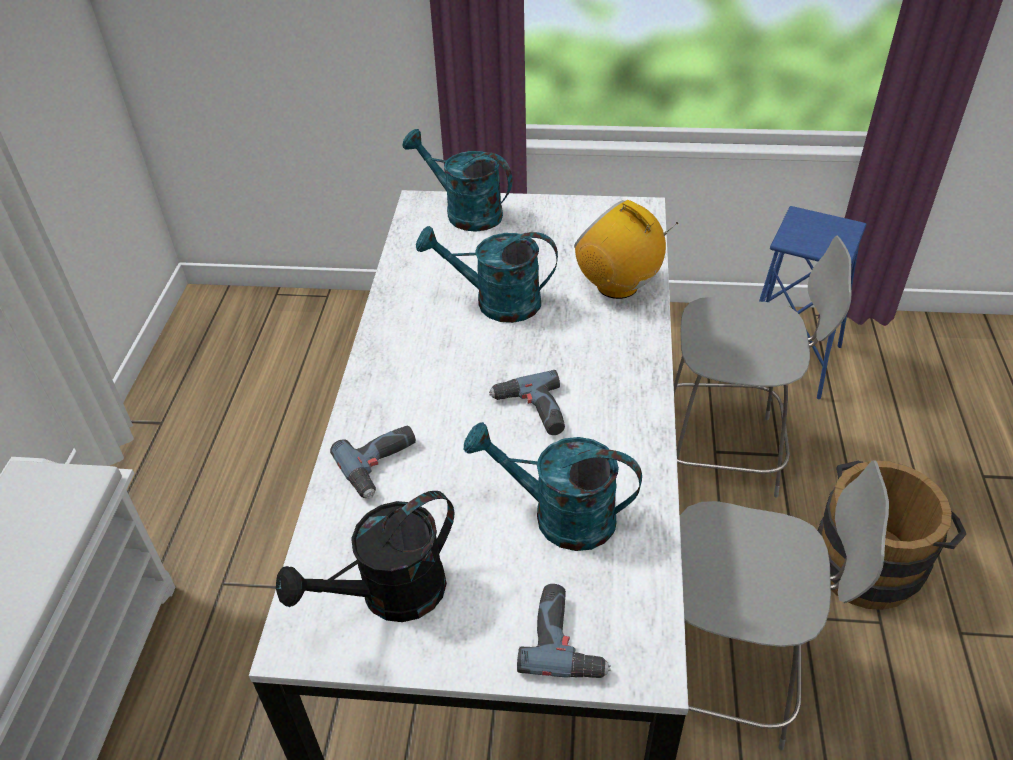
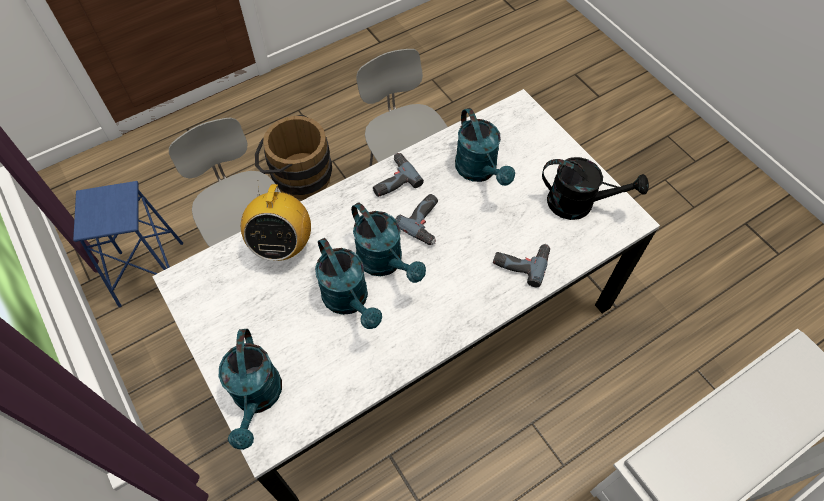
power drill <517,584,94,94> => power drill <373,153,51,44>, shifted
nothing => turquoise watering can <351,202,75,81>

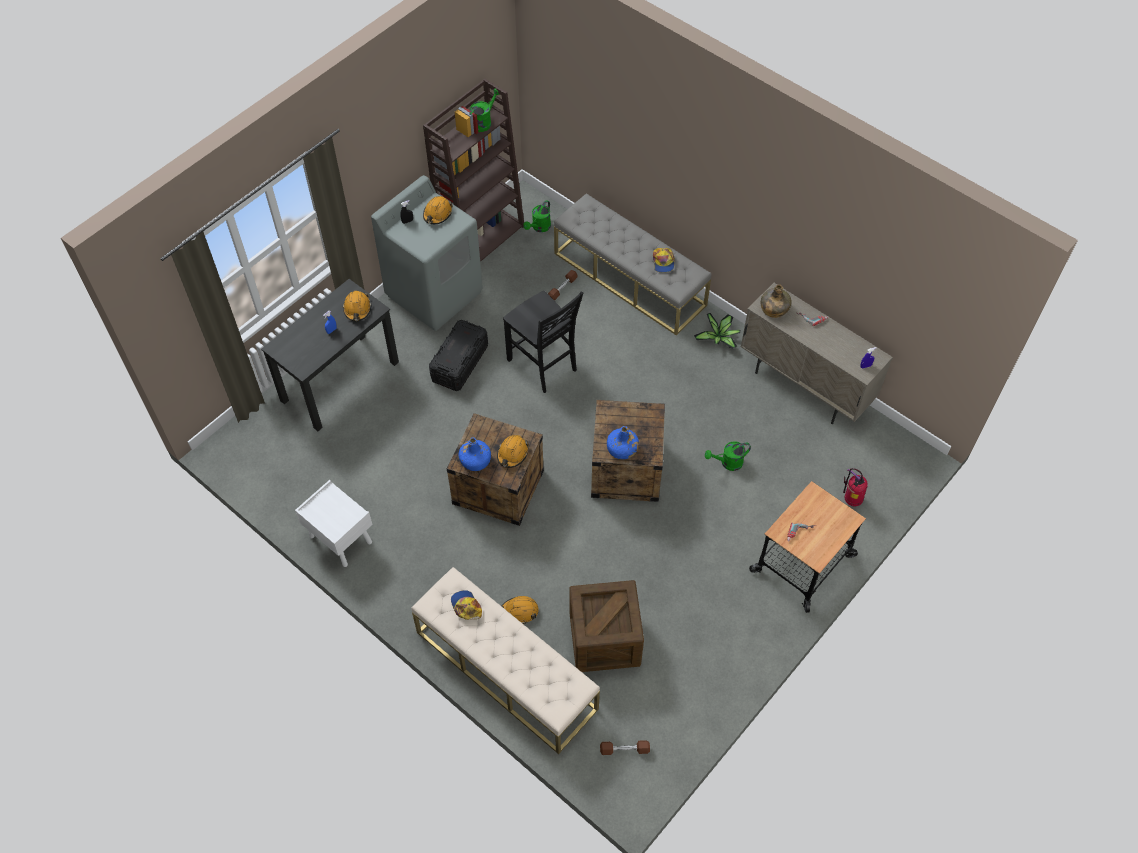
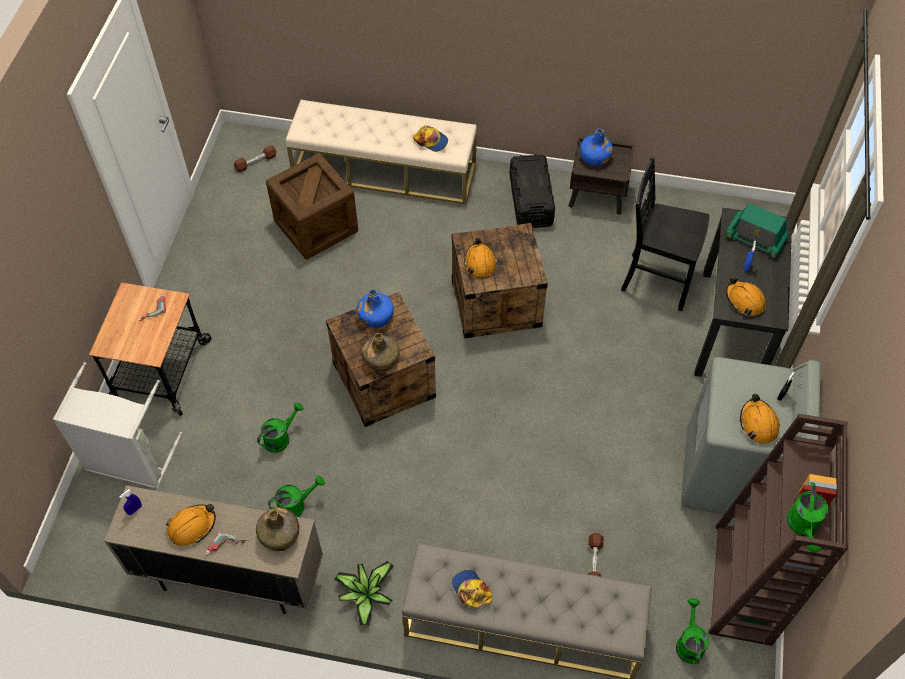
white nightstand <295,480,77,87> => brown nightstand <569,137,66,78>
black storage box <429,320,59,71> => black storage box <509,154,46,74>, shifted
blue bottle <459,438,32,33> => blue bottle <580,128,33,38>, shifted
orange hard hat <502,596,37,28> => orange hard hat <166,504,50,42>, shifted
black chair <503,291,80,102> => black chair <621,157,88,154>, shifted
fire extinguisher <843,468,25,38> => grey laundry basket <53,362,129,127>
nothing => green watering can <268,476,57,41>
nothing => green bottle <361,333,39,39>
nothing => radio <725,203,64,54>

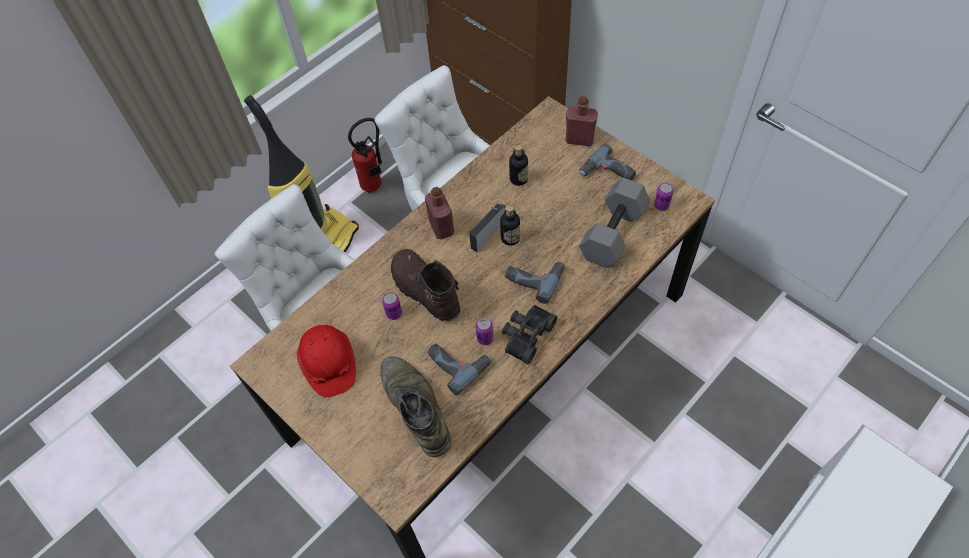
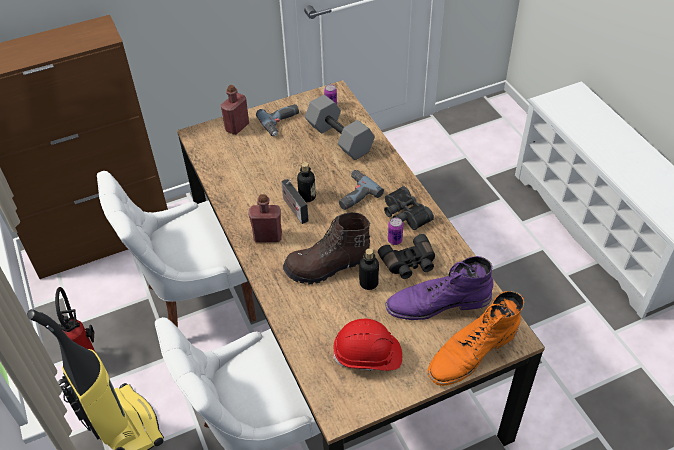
green boot <380,356,71,101> => purple boot <386,256,107,64>
can <382,292,20,28> => nothing
power drill <428,344,63,51> => black binoculars <378,234,57,45>
bottle <509,145,19,41> => bottle <359,248,20,42>, shifted
nothing => orange boot <427,291,97,95>

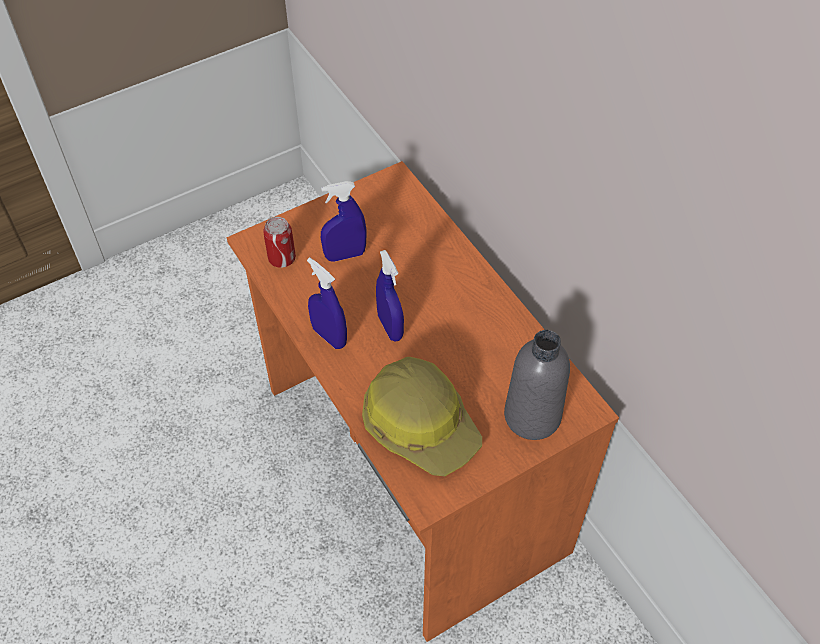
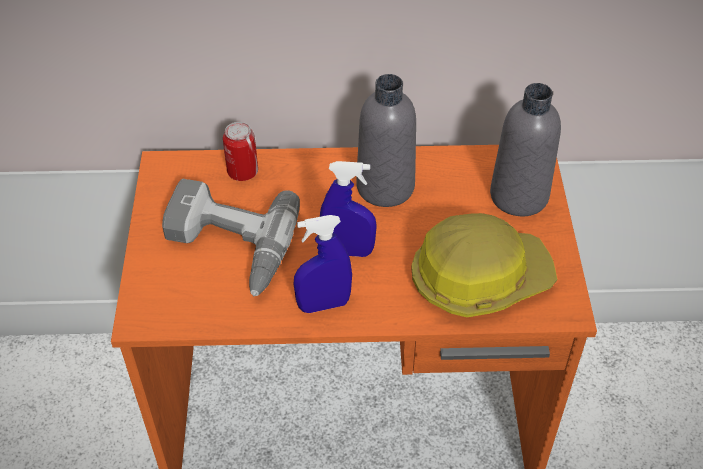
can <263,217,33,51> => can <223,122,35,59>, shifted
blue spray bottle <321,181,46,81> => power drill <162,179,138,117>
nothing => grey bottle <356,74,60,133>

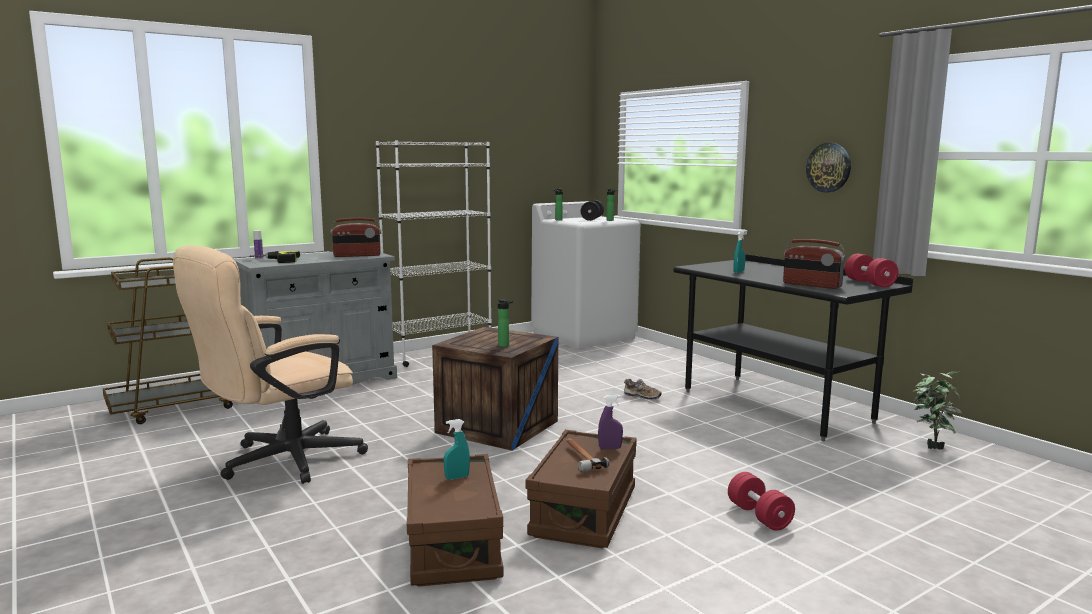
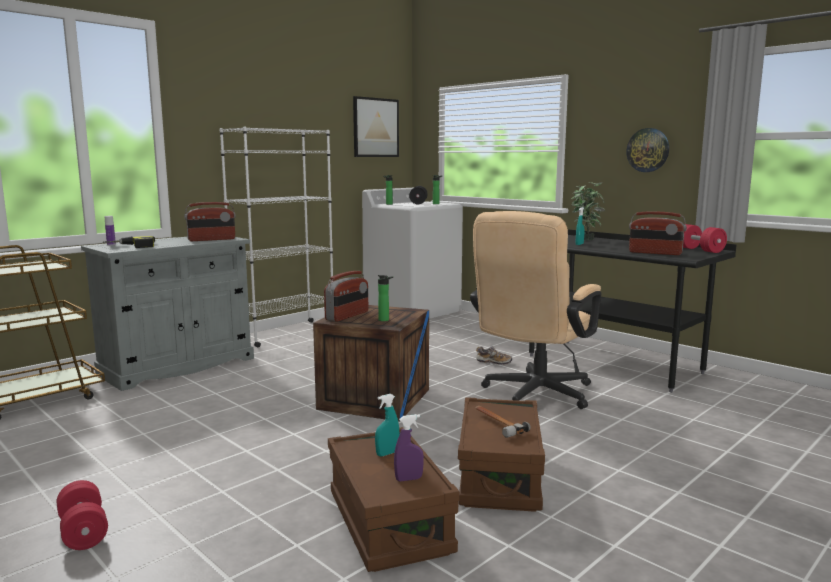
beige office chair <173,245,195,239> => beige office chair <470,211,131,198>, shifted
purple spray bottle <598,395,25,54> => purple spray bottle <394,414,30,67>, shifted
red dumbbell <728,472,67,59> => red dumbbell <57,480,51,70>, shifted
potted plant <913,372,49,77> => potted plant <571,182,34,59>, shifted
nothing => radio <324,271,44,51>
nothing => picture <353,96,46,61>

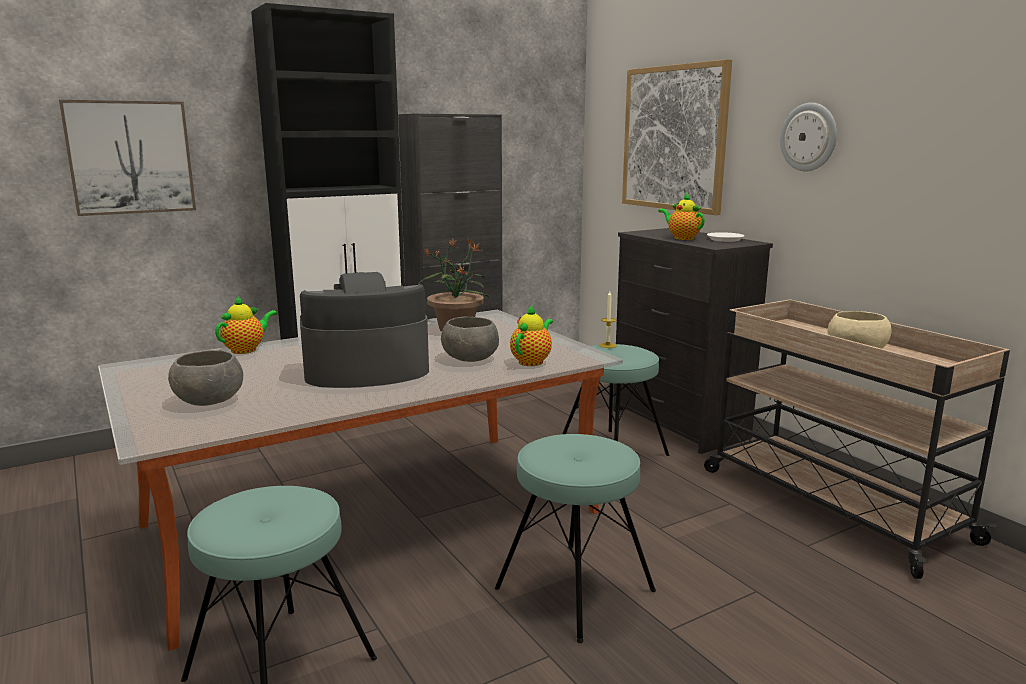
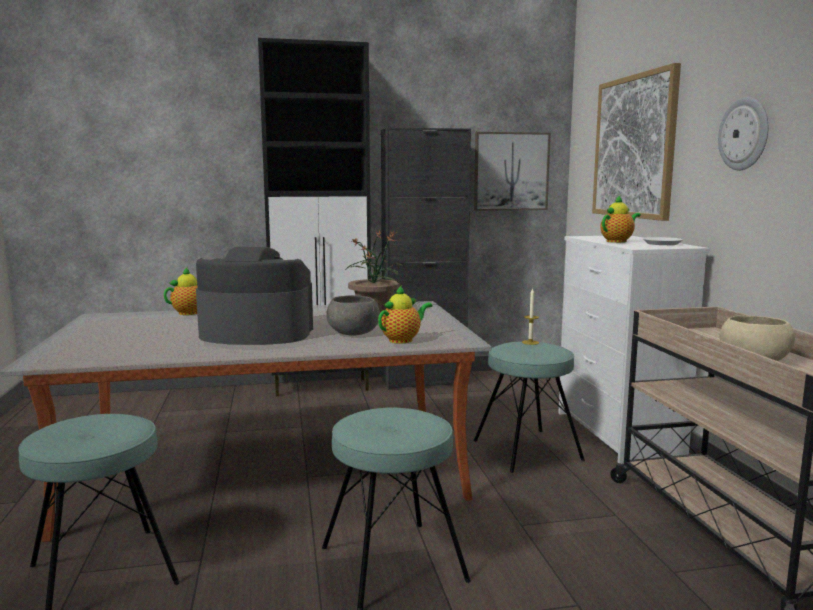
picture <59,100,137,116> => picture <474,132,77,79>, shifted
grey bowl <168,350,75,56> => nothing
black dresser <613,228,160,226> => white dresser <558,236,152,228>
teapot <658,192,47,48> => teapot <600,196,41,47>, 75 degrees clockwise

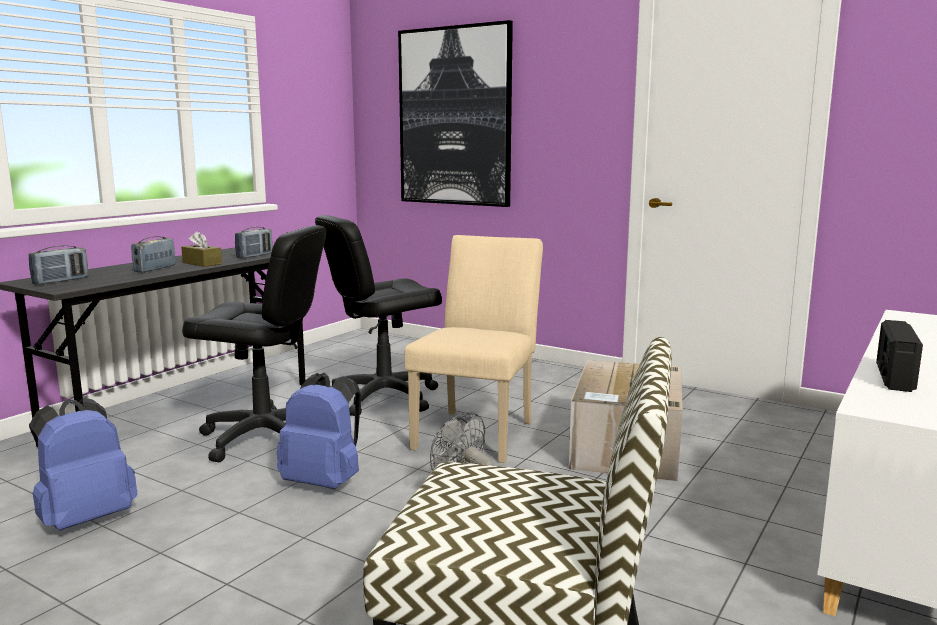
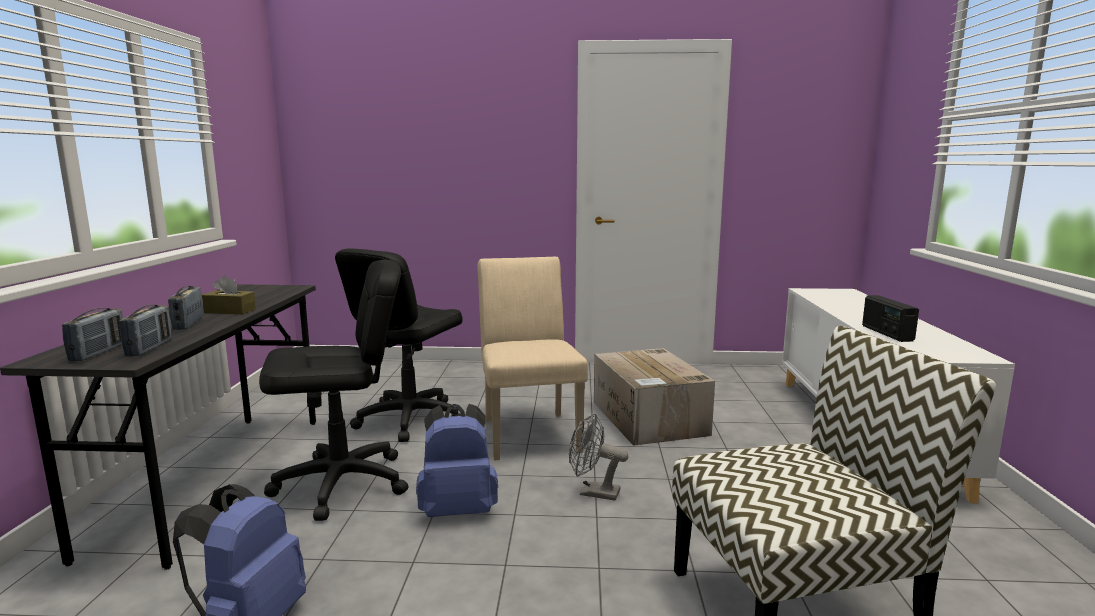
radio <235,227,38,32> => radio <119,305,53,51>, shifted
picture <398,20,115,187> => nothing

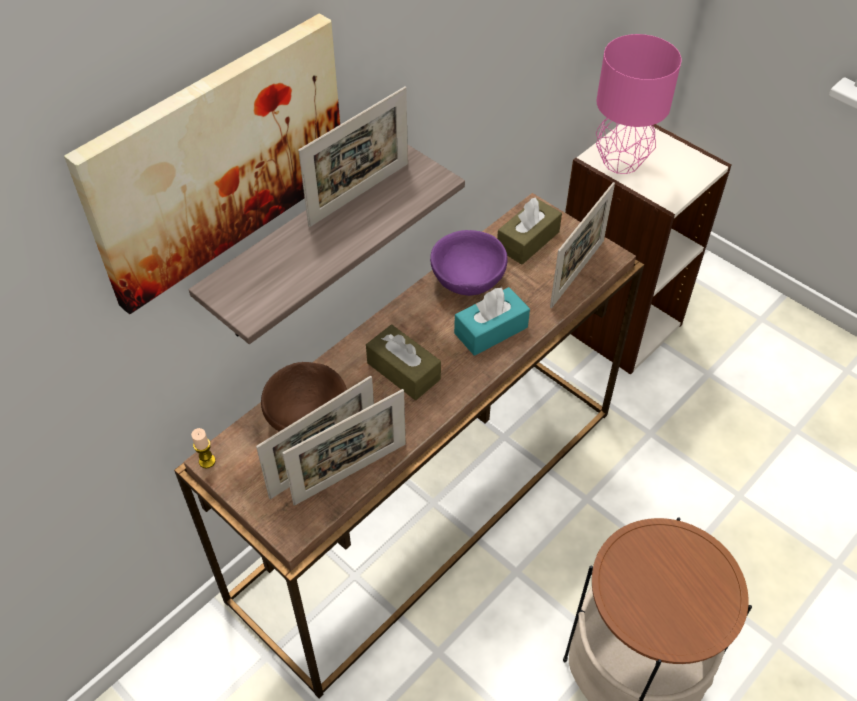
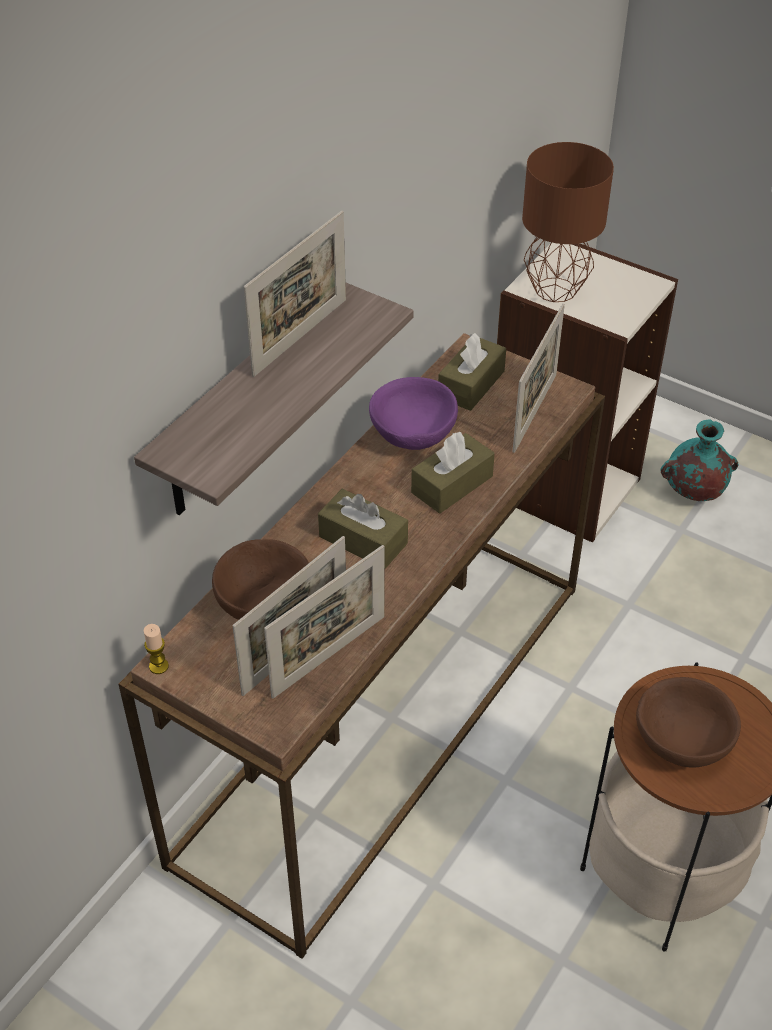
picture <64,13,276,301> => nothing
turquoise tissue box <454,287,76,69> => brown tissue box <411,432,84,82>
pink table lamp <596,34,85,140> => brown table lamp <522,142,92,160>
nothing => brown bowl <636,677,105,90>
nothing => turquoise vase <660,419,78,82>

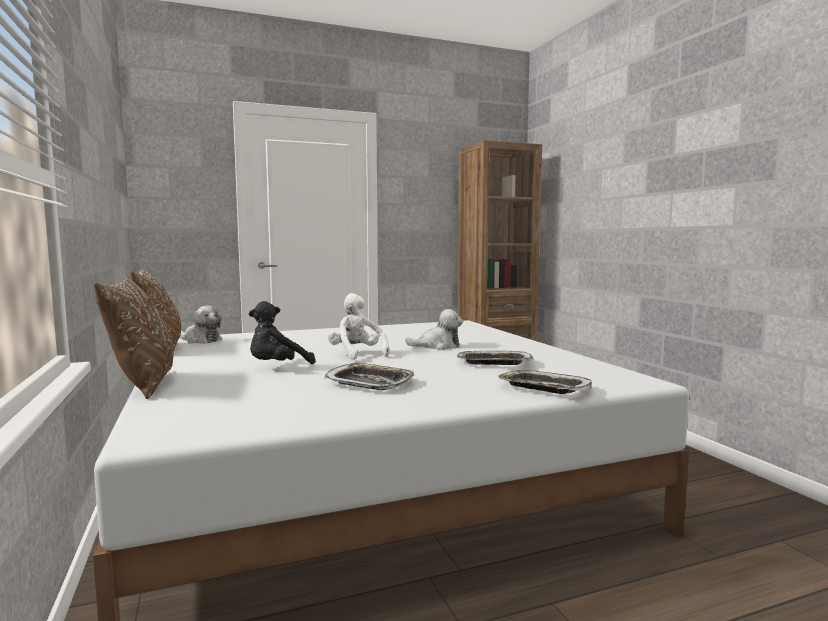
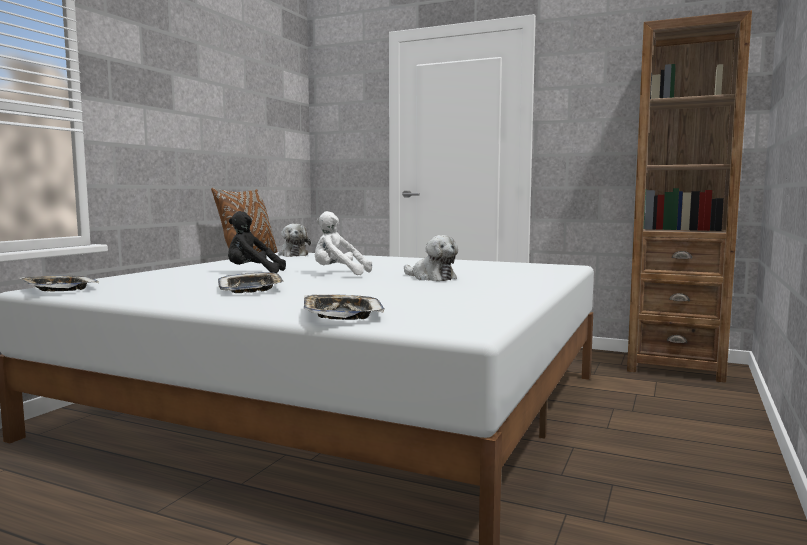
brown pillow <94,276,79,123> => nothing
white plush toy <328,293,62,67> => white plush toy <315,211,57,64>, 90 degrees counterclockwise
tray <456,351,79,14> => tray <19,276,80,16>, shifted

